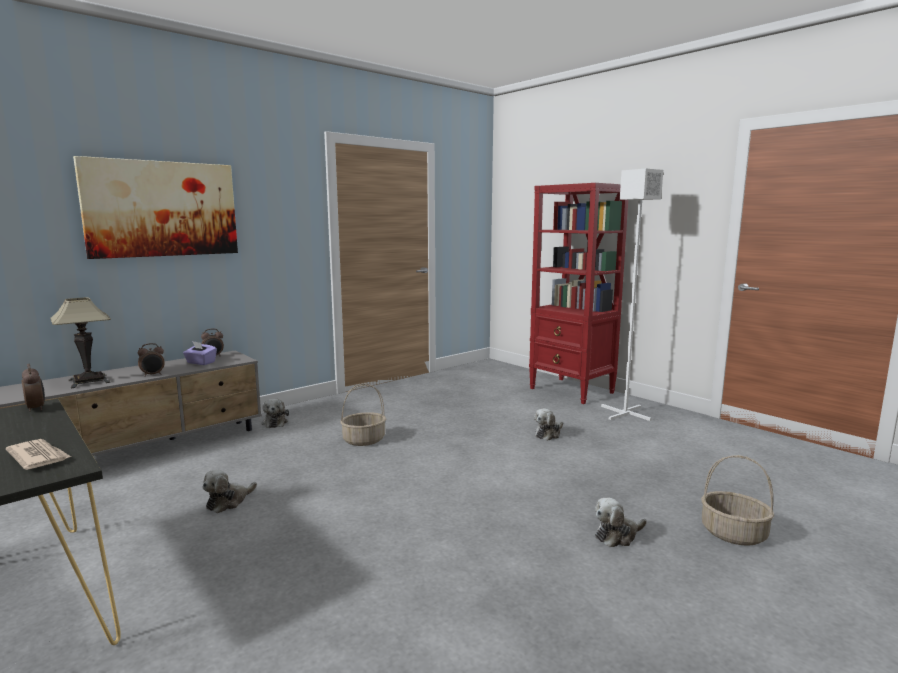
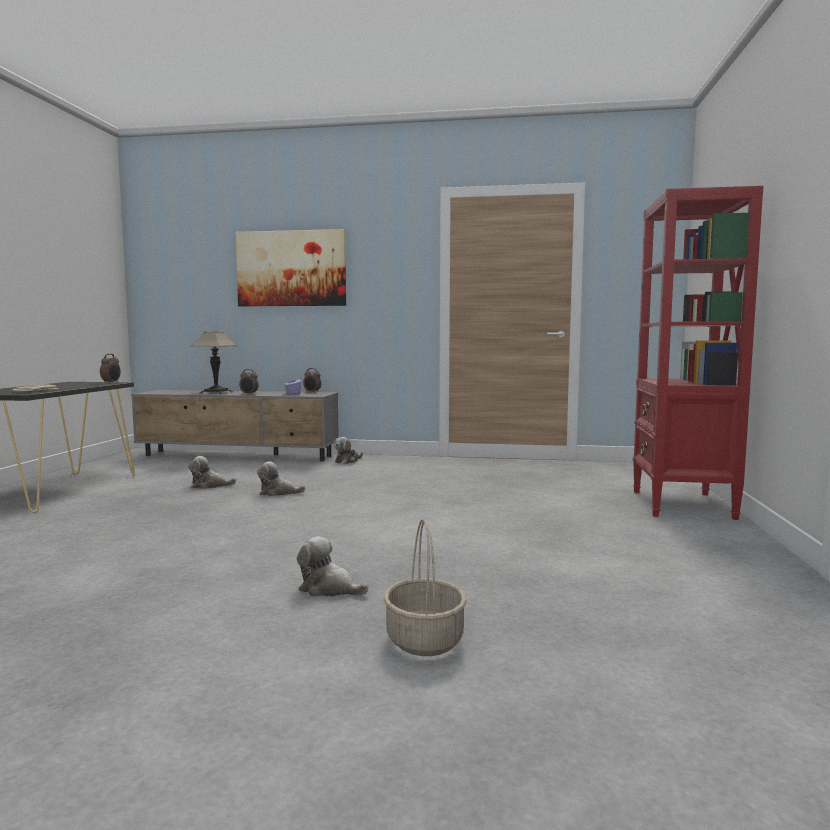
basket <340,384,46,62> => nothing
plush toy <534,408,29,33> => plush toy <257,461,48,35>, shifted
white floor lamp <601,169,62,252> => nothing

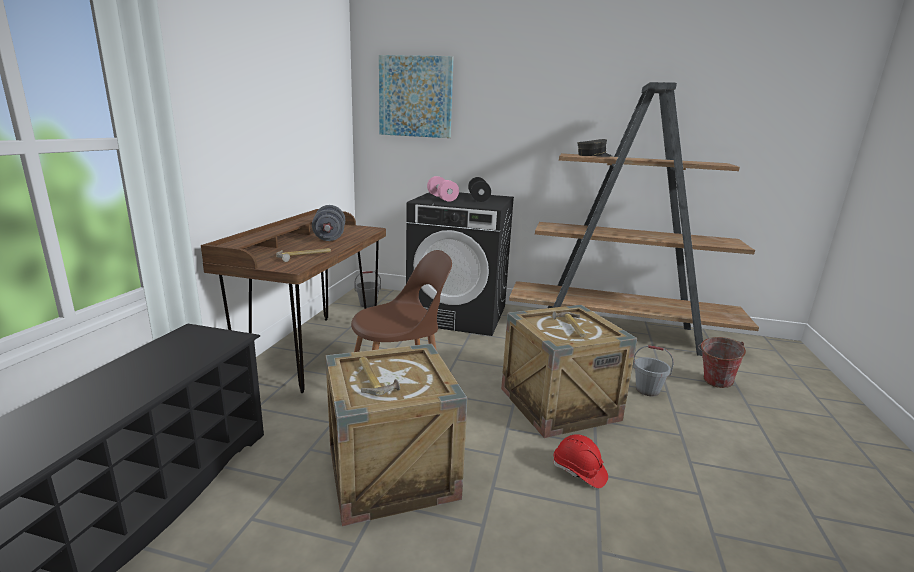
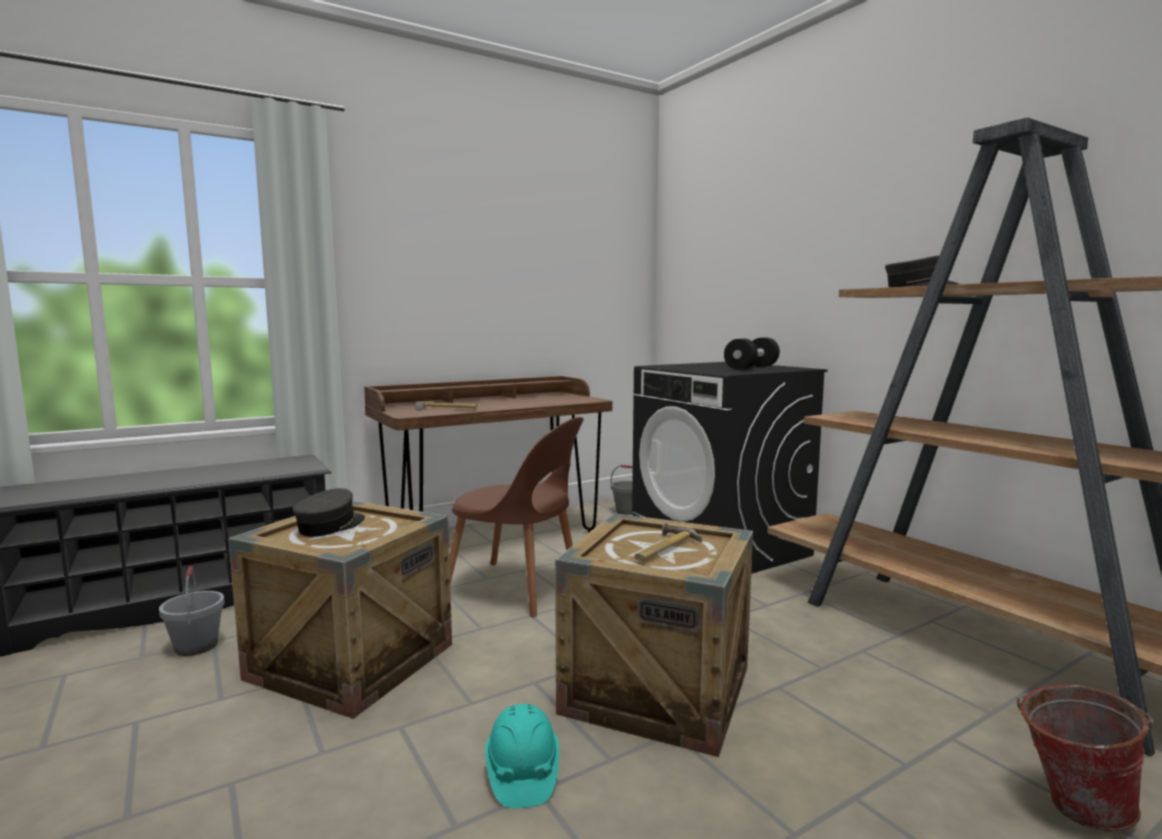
grey dumbbell <312,205,33,36> => nothing
hammer <359,357,41,39> => grey cap <292,488,73,49>
picture <379,55,74,83> => nothing
pink dumbbell <427,176,32,26> => nothing
red hard hat <553,434,55,54> => turquoise hard hat <485,704,74,104>
grey bucket <633,345,41,51> => grey bucket <159,566,66,90>, shifted

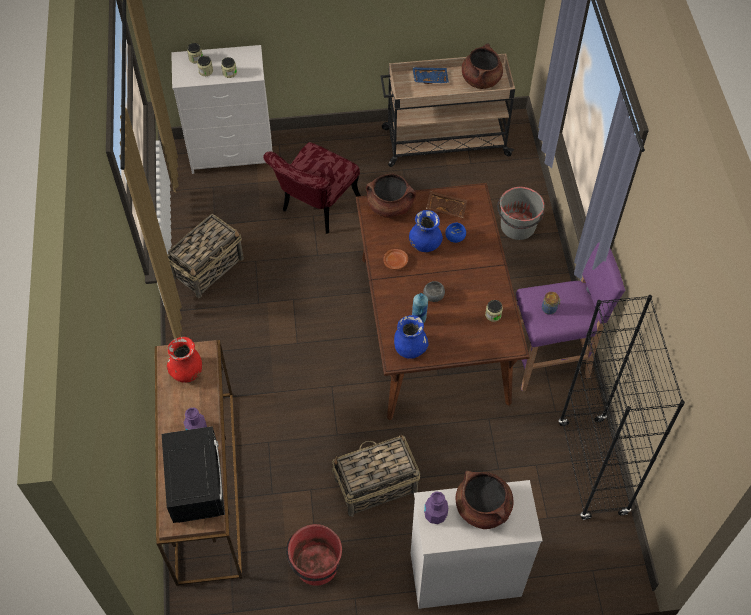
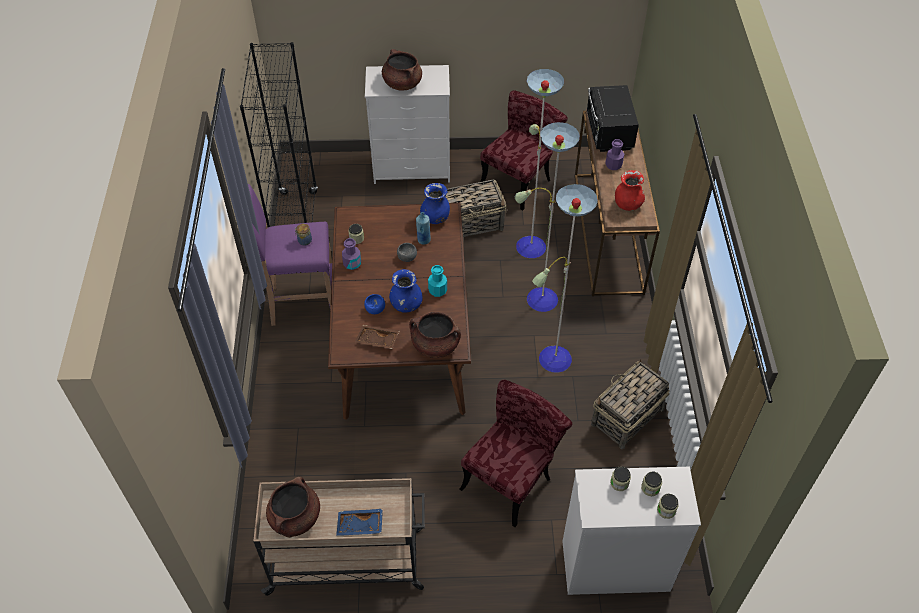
red bucket <286,524,56,62> => red chair <480,90,88,121>
brown plate <383,249,25,20> => turquoise bottle <428,265,19,32>
purple bottle <424,491,24,33> => purple bottle <342,238,19,32>, shifted
grey bucket <497,187,48,53> => nothing
nothing => floor lamp <515,69,83,304>

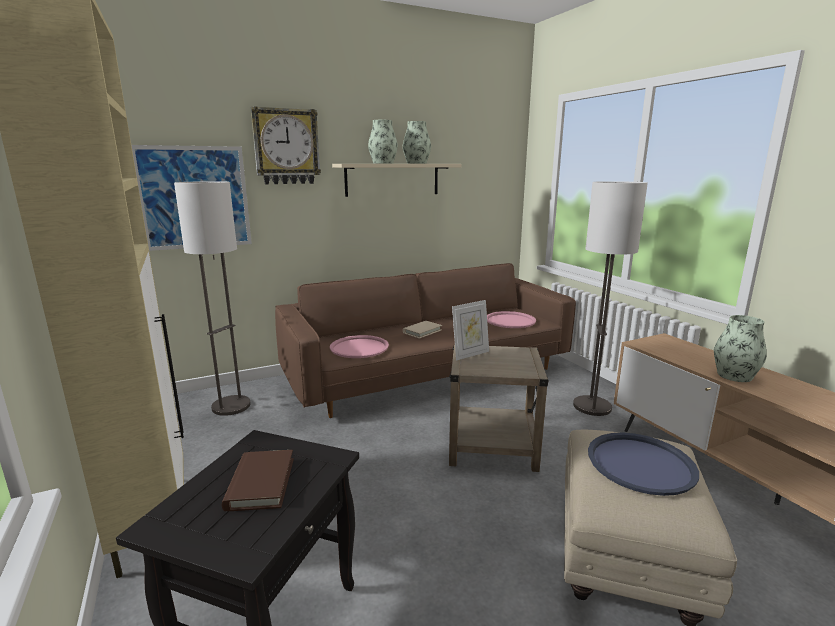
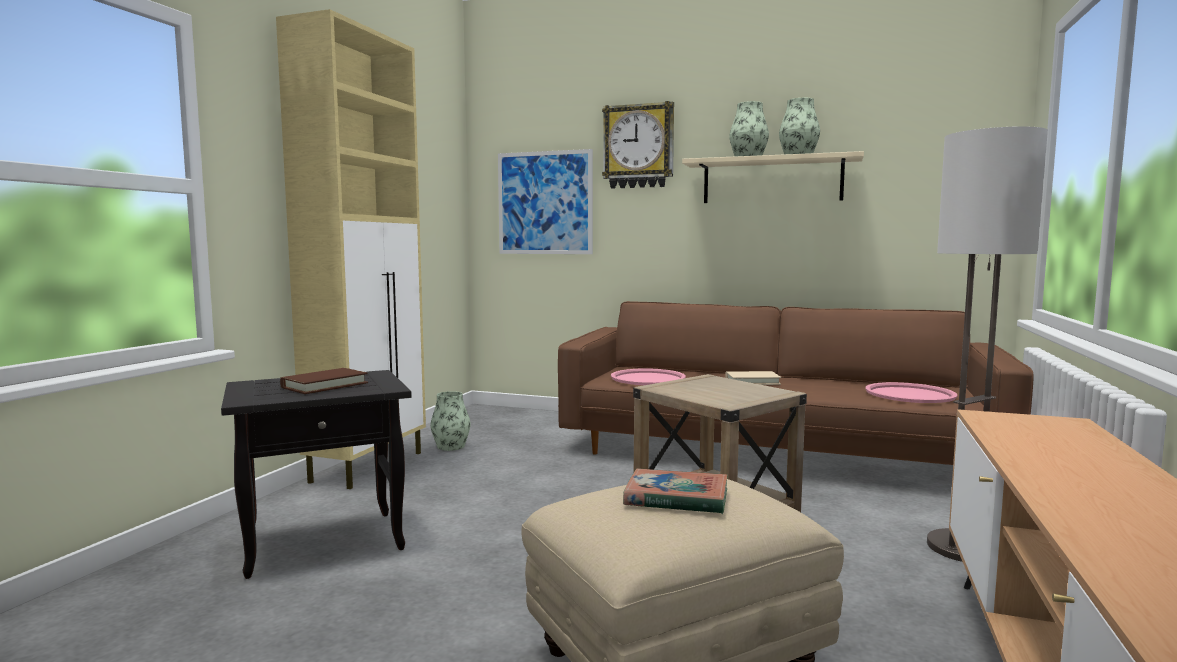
floor lamp <174,181,77,235> => nothing
picture frame <452,300,37,61> => nothing
blue tray <588,433,111,63> => book <623,468,105,46>
vase <714,315,53,67> => vase <430,391,40,60>, shifted

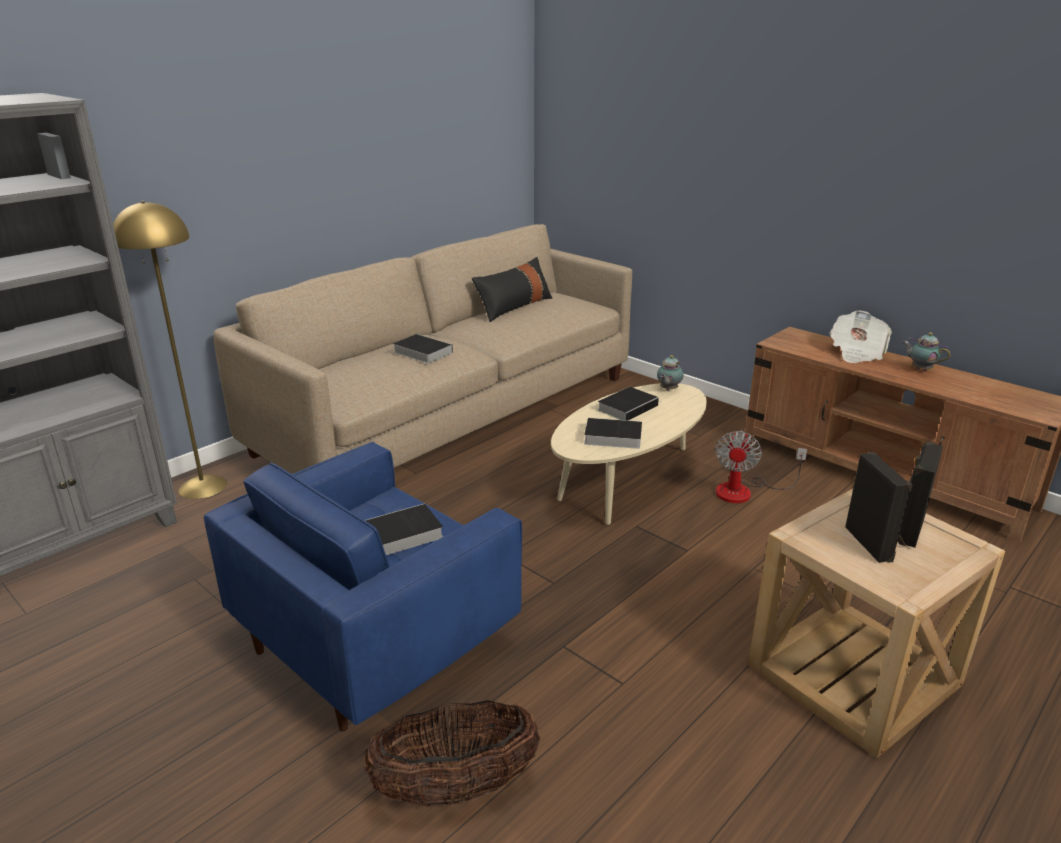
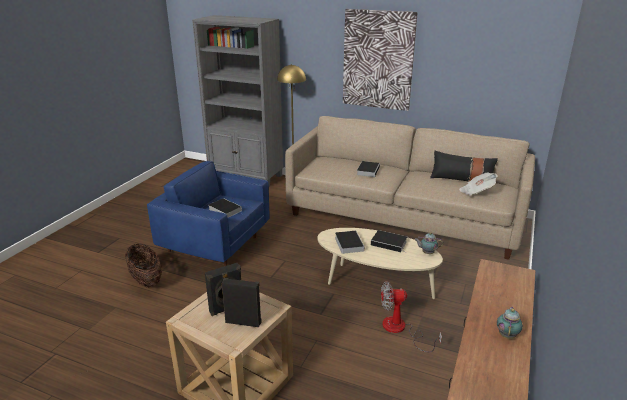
newspaper <830,310,62,53> => newspaper <459,172,39,24>, shifted
nothing => picture <343,9,75,102>

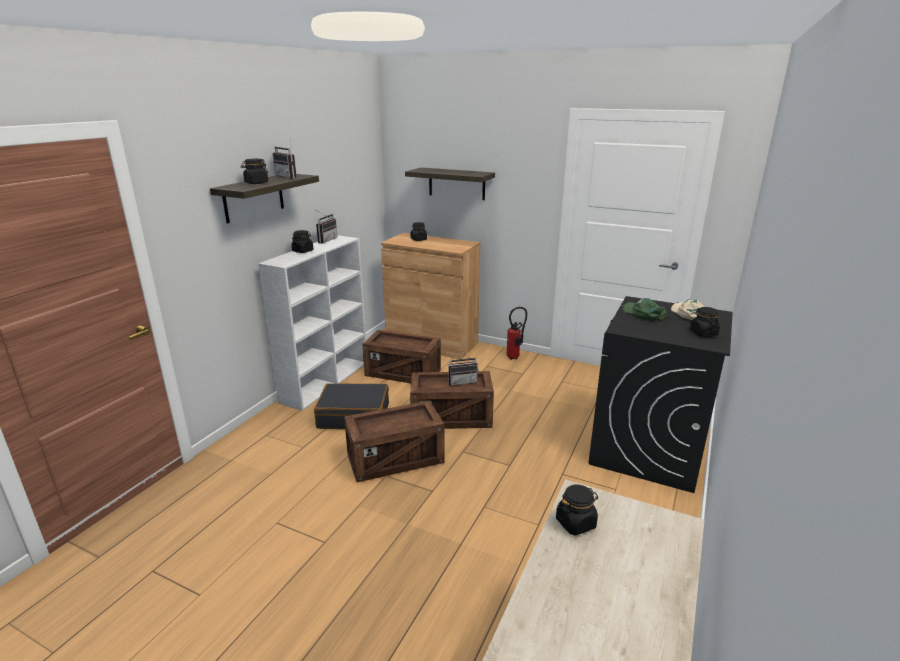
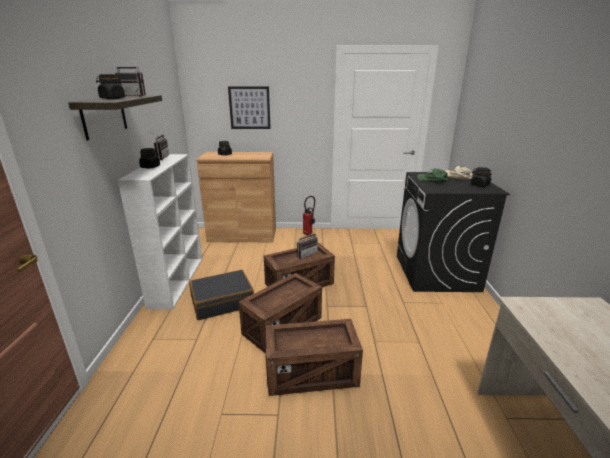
crate <362,330,79,53> => crate <265,319,98,77>, shifted
shelf <405,168,90,32> => picture <228,87,43,42>
black jar <556,485,42,51> => nothing

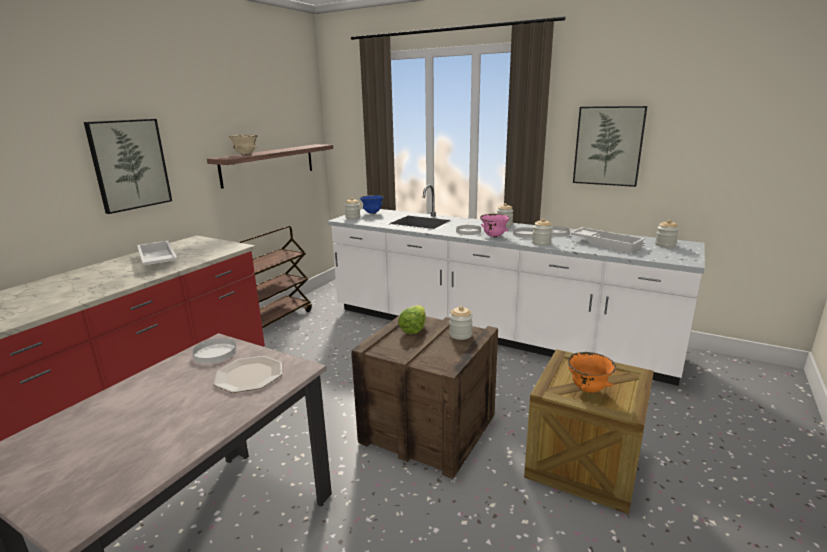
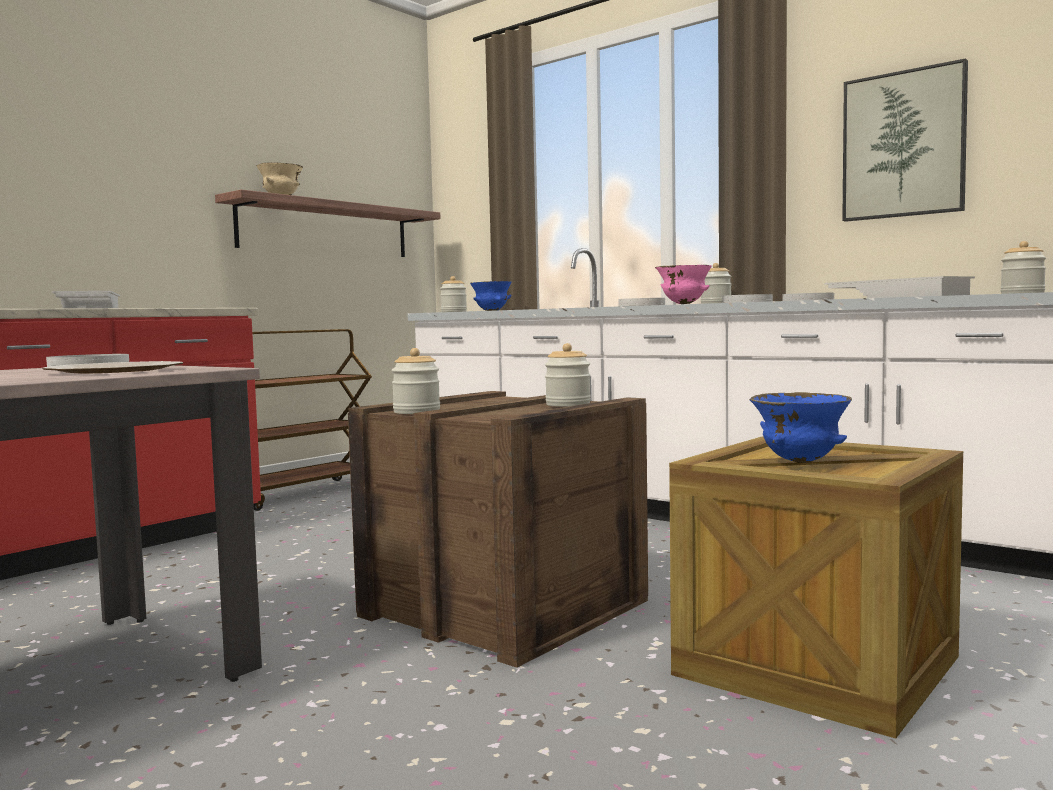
picture <84,119,88,95> => nothing
lettuce <398,305,28,29> => nothing
jar <532,218,21,28> => jar <392,348,48,66>, shifted
orange bowl <568,352,48,41> => blue bowl <750,392,102,71>

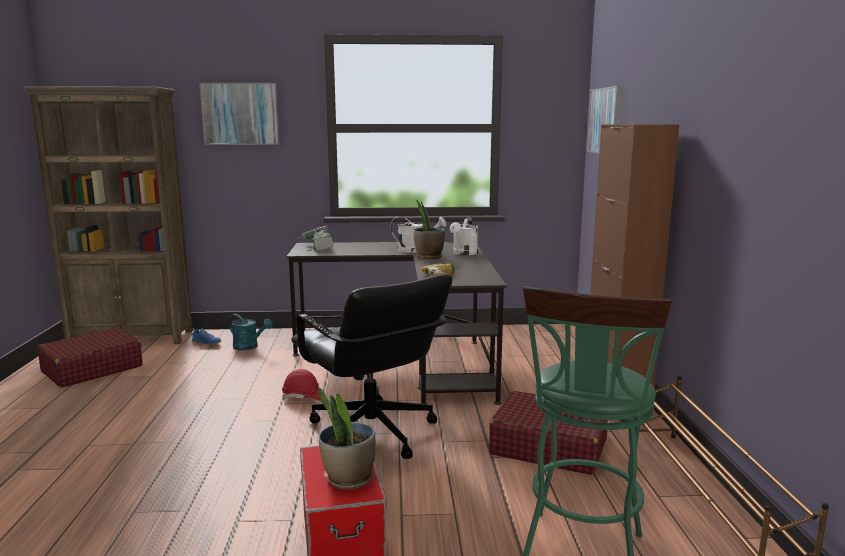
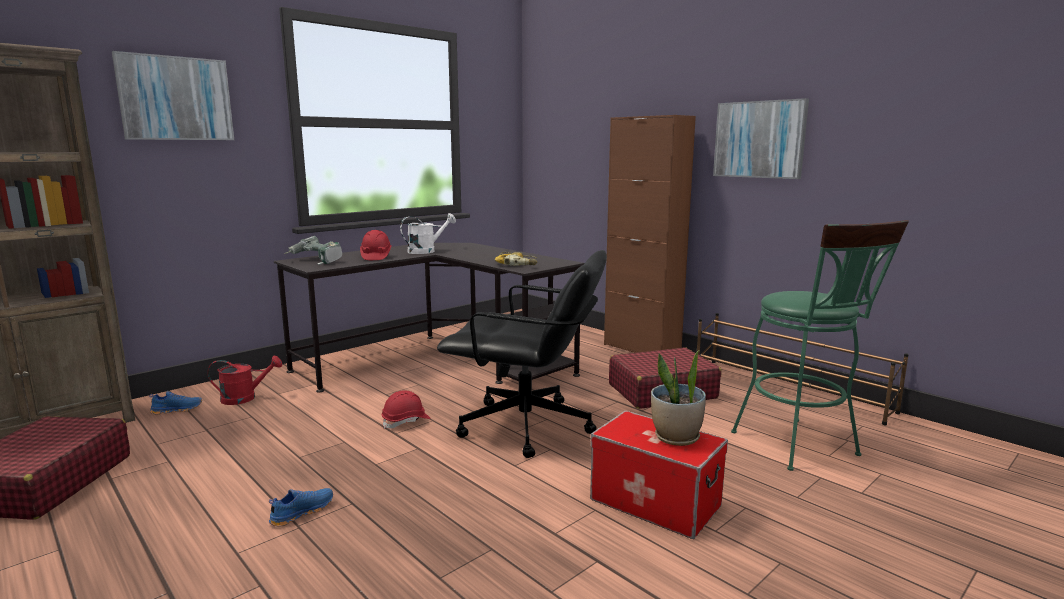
turquoise watering can <228,314,45,36> => red watering can <208,356,74,49>
potted plant <413,200,32,59> => nothing
white watering can <450,217,28,38> => nothing
picture <587,86,35,68> => picture <713,98,96,81>, shifted
nothing => blue shoe <269,488,64,38>
nothing => red hard hat <360,230,32,30>

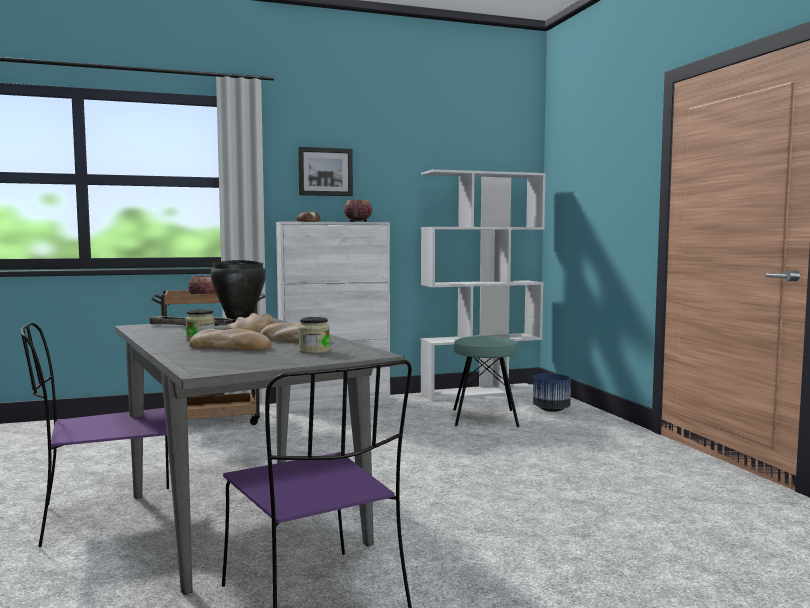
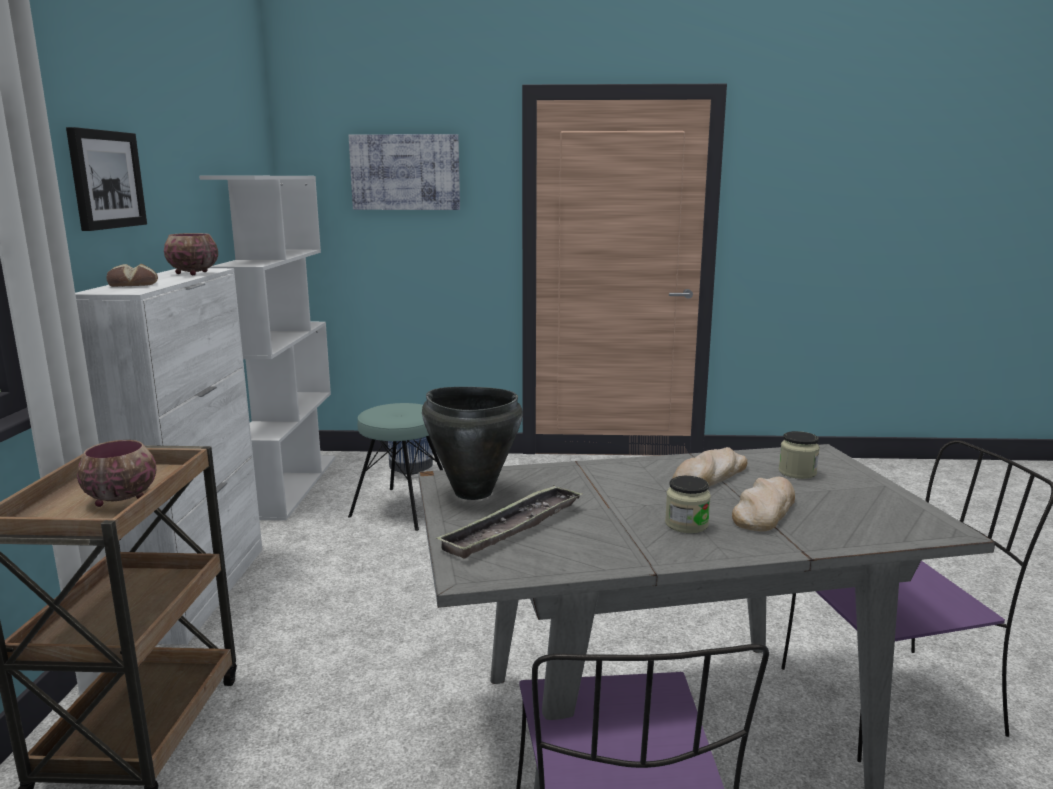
bread <227,313,48,19> => nothing
nothing => picture <349,134,111,76>

